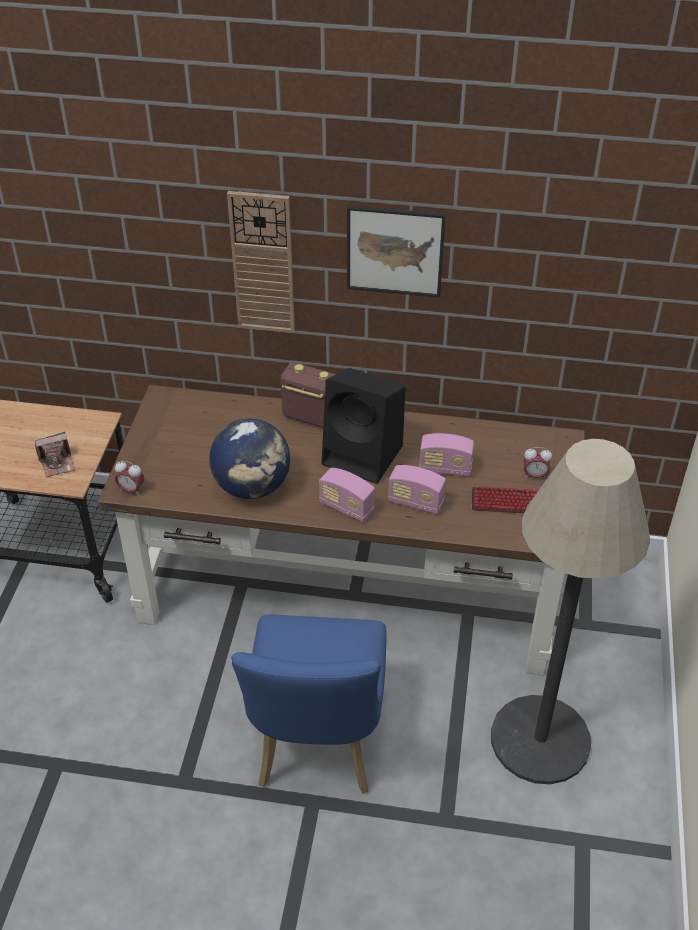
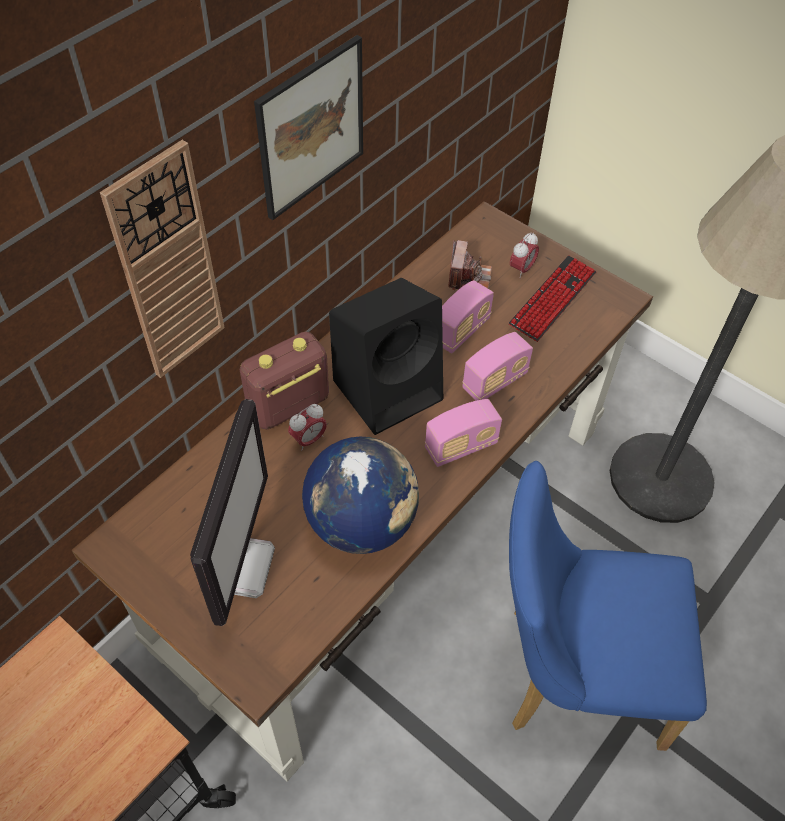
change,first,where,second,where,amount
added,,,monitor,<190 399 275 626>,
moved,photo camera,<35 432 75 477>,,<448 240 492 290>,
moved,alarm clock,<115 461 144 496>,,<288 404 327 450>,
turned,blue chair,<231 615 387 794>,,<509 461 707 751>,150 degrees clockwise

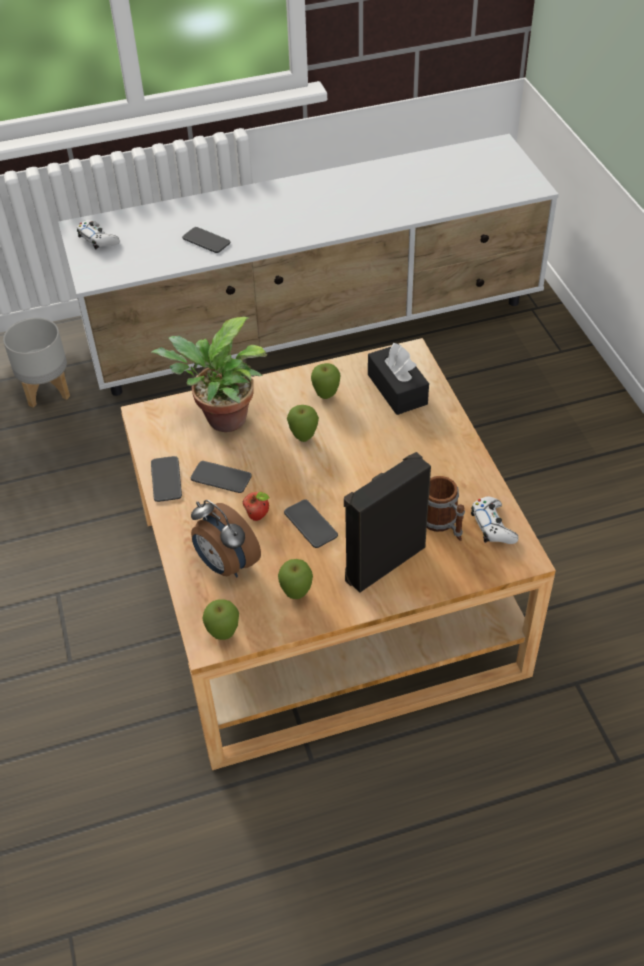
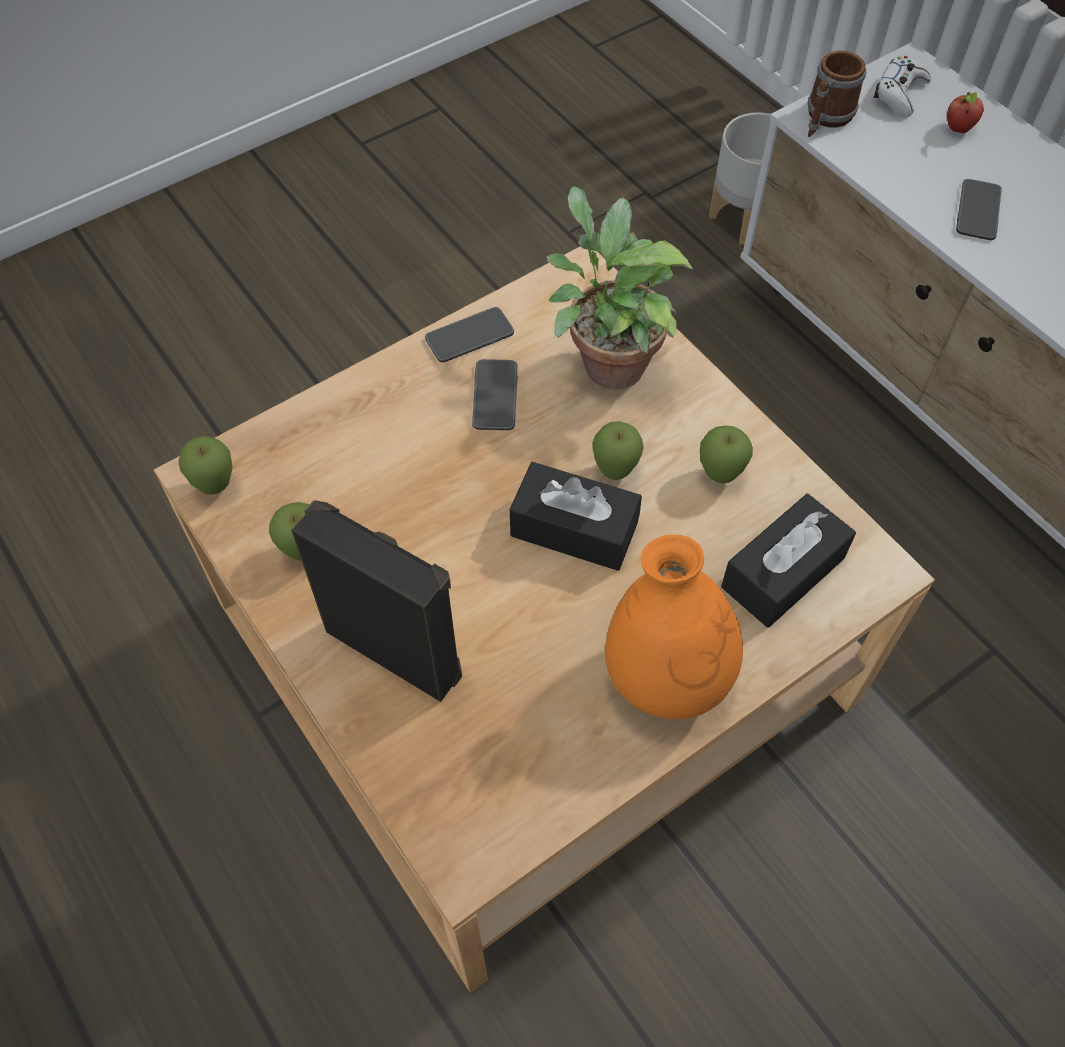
change,first,where,second,where,amount
removed,alarm clock,<191 500 261 577>,,,
removed,phone,<284 499 338 548>,,,
removed,white game controller,<471 497 519 544>,,,
added,,,black tissue box,<510 462 642 571>,
added,,,orange vase,<605 535 743 719>,
moved,apple,<243 492 270 521>,,<947 92 984 133>,
moved,mug,<427 476 465 541>,,<807 51 866 137>,

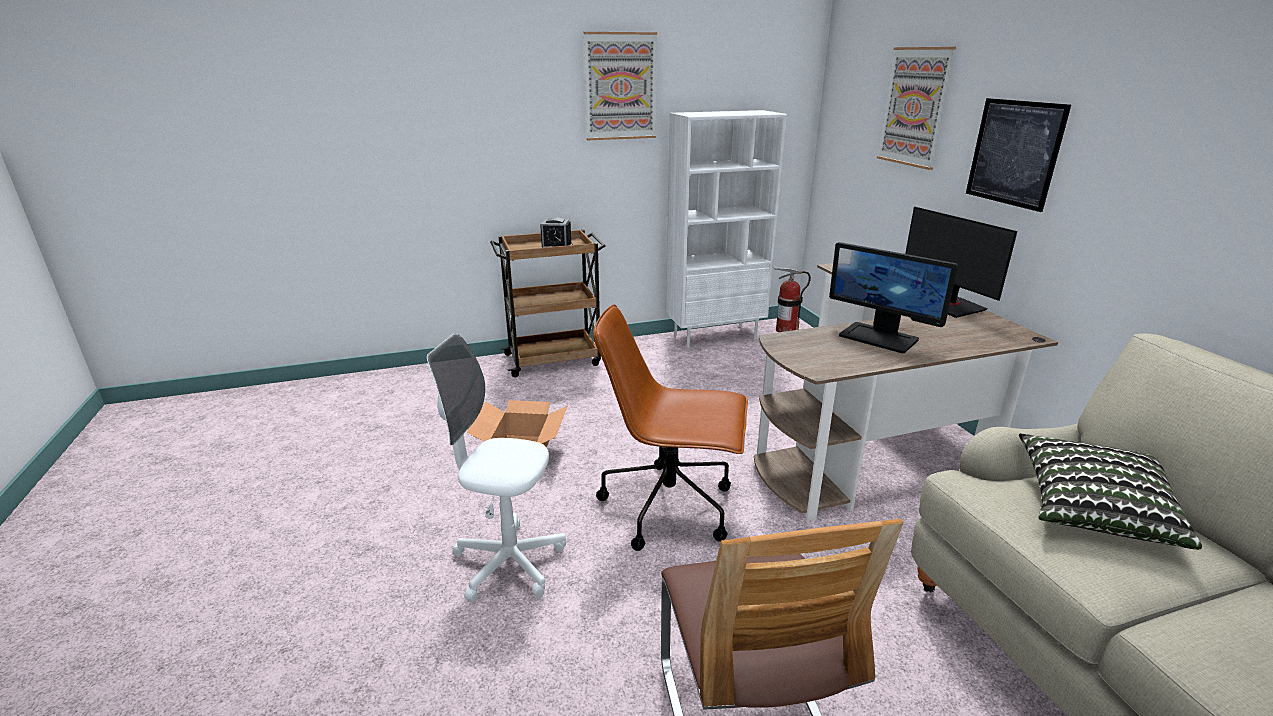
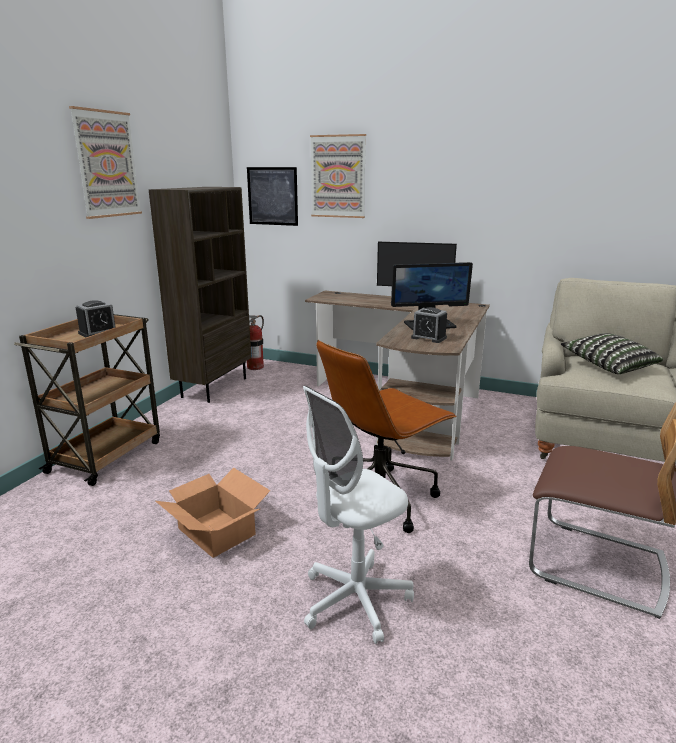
change,first,where,second,where,amount
added,,,alarm clock,<411 307 447 343>,
moved,picture,<966 98 1071 212>,,<247 167 298 226>,
recoloured,white bookcase,<666 110 787 349>,brown bookcase,<149 187 251 403>,

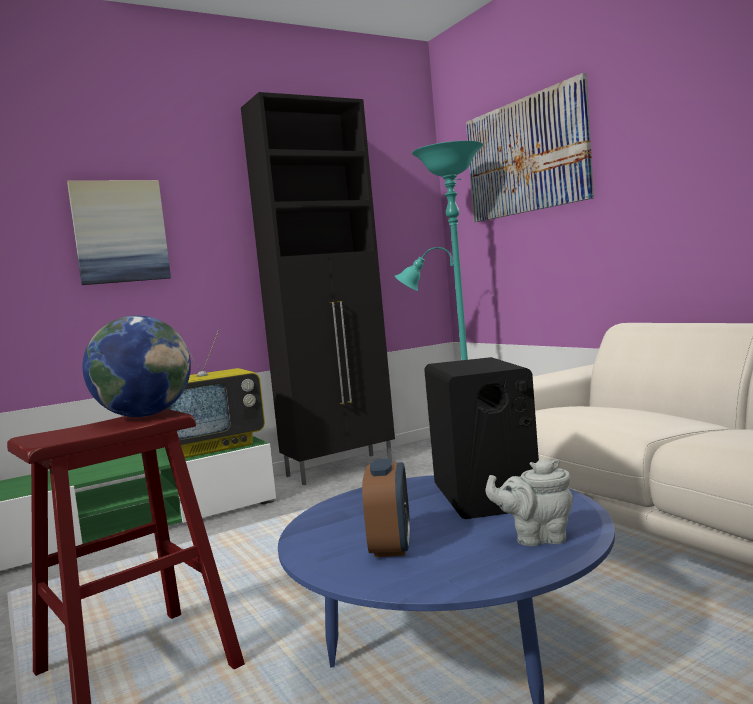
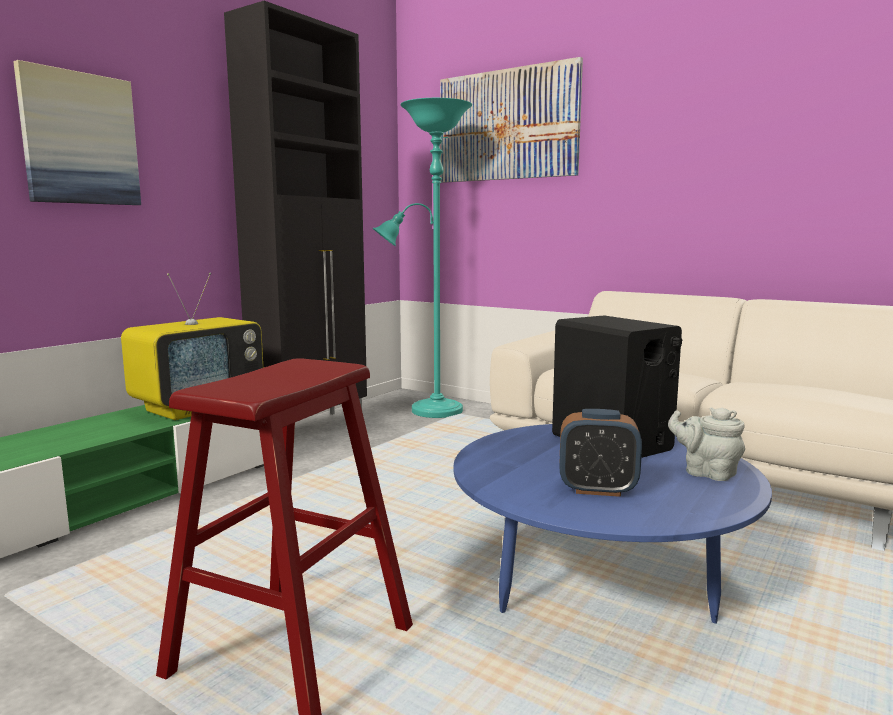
change,first,where,second,where,amount
removed,globe,<83 315 191 417>,,,
turned,alarm clock,<362 459 410 557>,,<560 409 642 497>,120 degrees clockwise
turned,grey teapot,<486 459 573 546>,,<668 407 745 481>,60 degrees clockwise

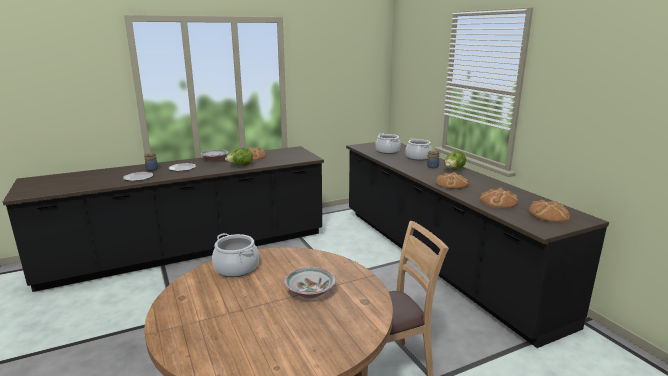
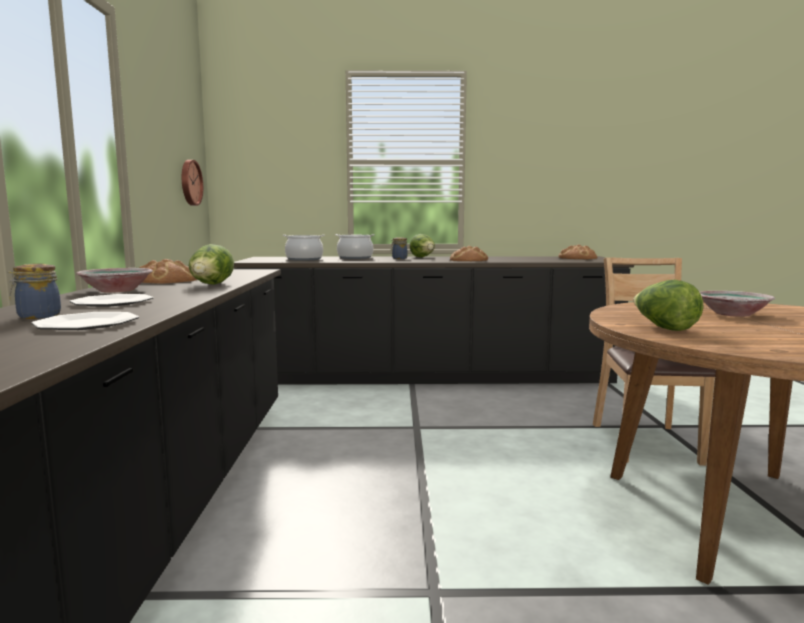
change,first,where,second,where,amount
removed,bread,<479 188 518 208>,,,
added,,,wall clock,<182 160 203 206>,
replaced,cooking pot,<212 233 259 277>,lettuce,<633 280 703 331>,

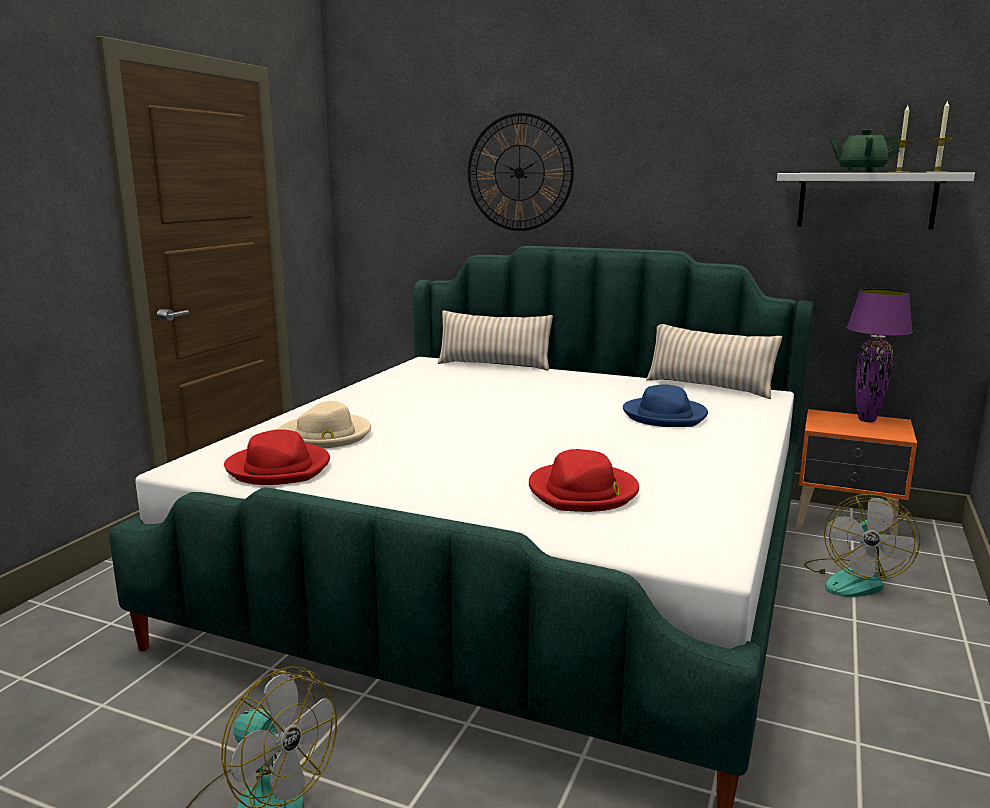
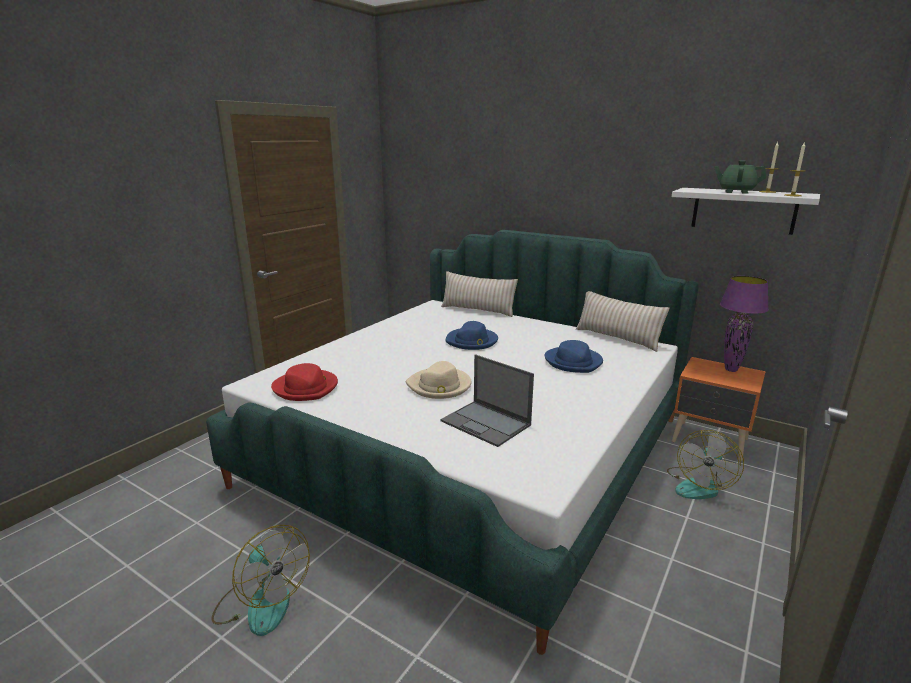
change,first,where,second,where,amount
removed,wall clock,<468 113 574 231>,,,
added,,,blue hat,<446 321 498 350>,
moved,beige hat,<276 401 371 448>,,<406 361 472 399>,
replaced,red hat,<529 449 639 512>,laptop,<441 354 534 447>,

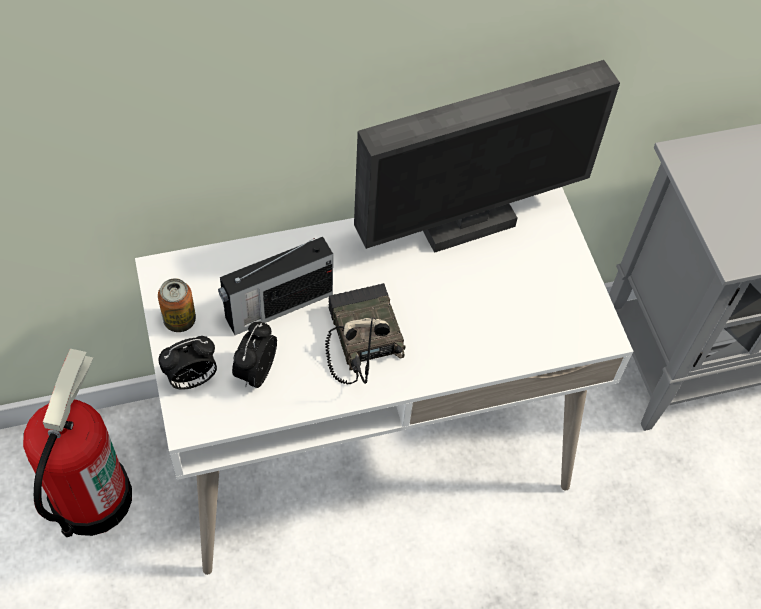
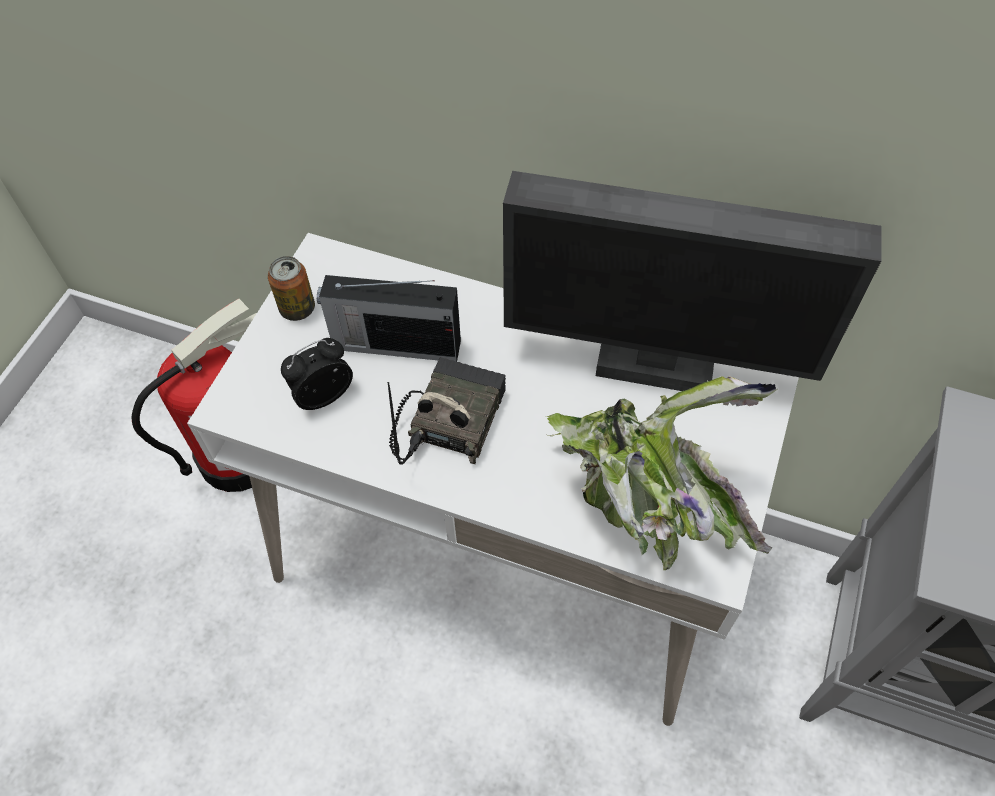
change,first,where,second,where,amount
removed,alarm clock,<159 336 217 390>,,,
added,,,potted plant,<546 376 778 571>,

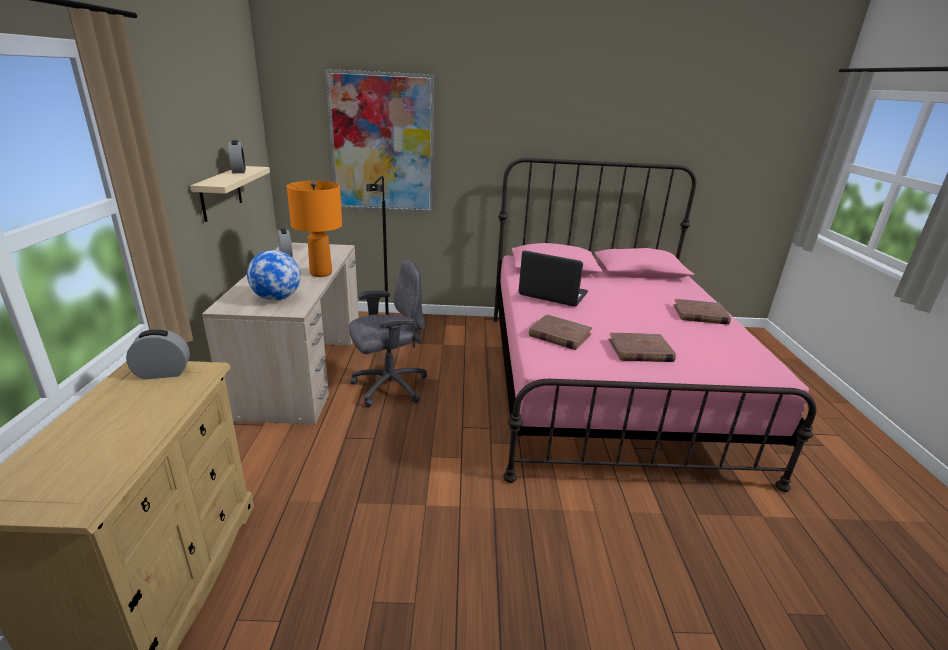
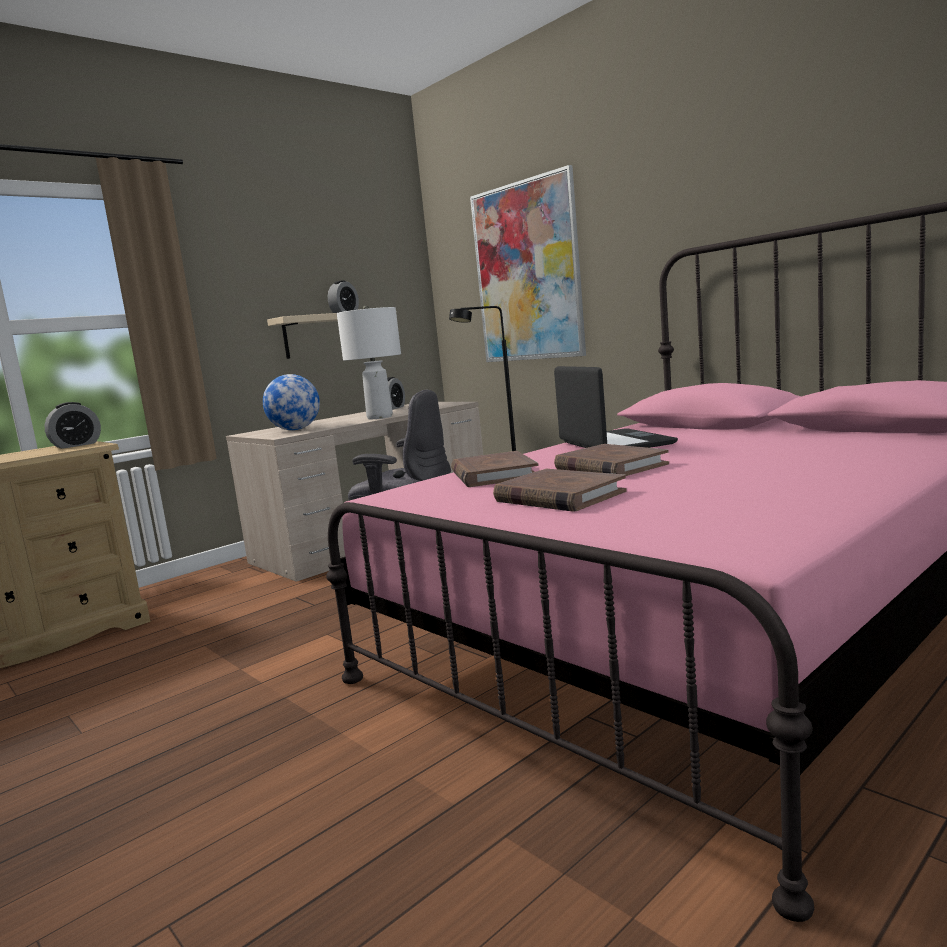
change,first,where,second,where,amount
moved,brown book,<673 299 731 325>,,<554 444 669 476>,
recoloured,orange table lamp,<287 181 342 277>,white table lamp,<337 306 401 419>,
turned,alarm clock,<126 329 190 380>,,<44 402 101 449>,105 degrees clockwise

